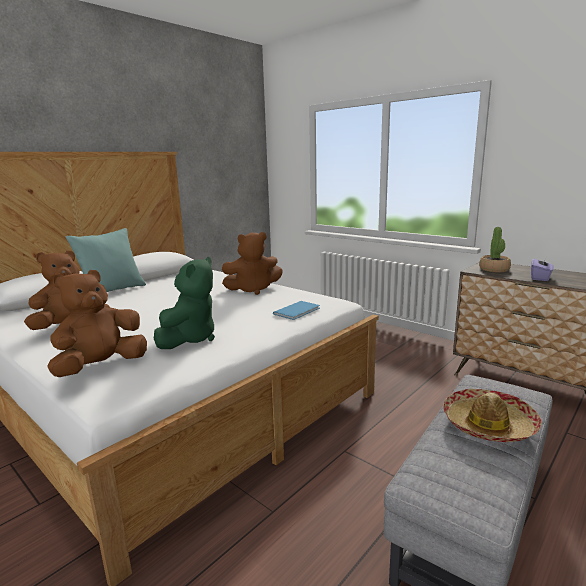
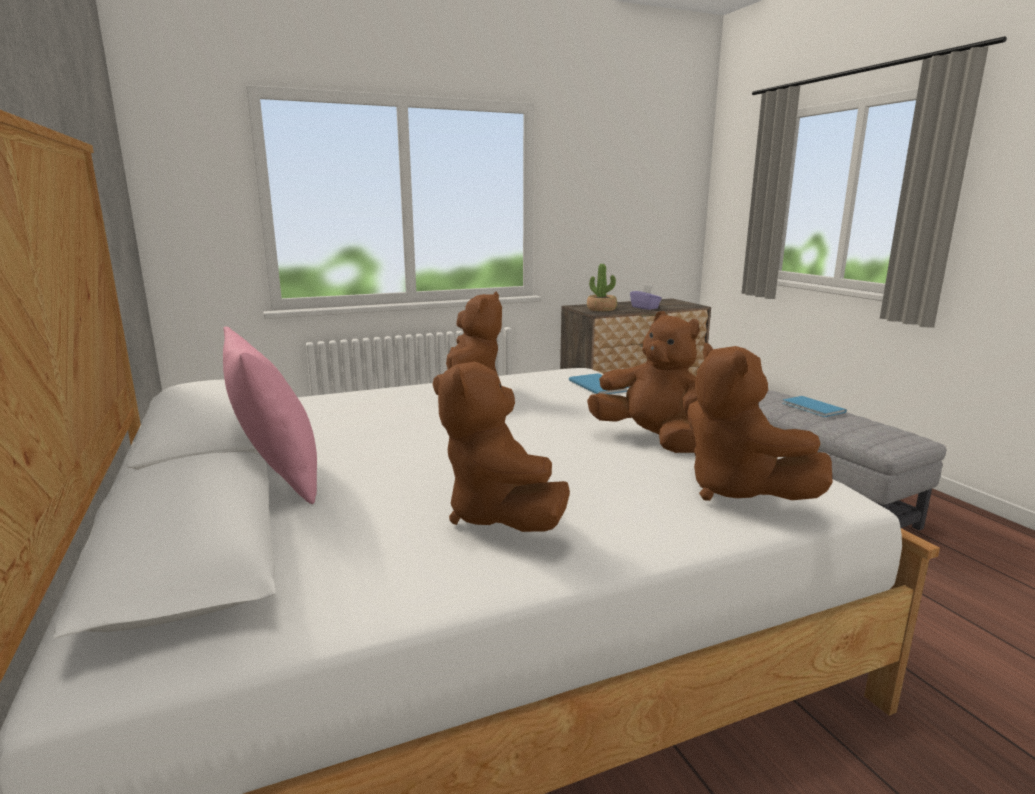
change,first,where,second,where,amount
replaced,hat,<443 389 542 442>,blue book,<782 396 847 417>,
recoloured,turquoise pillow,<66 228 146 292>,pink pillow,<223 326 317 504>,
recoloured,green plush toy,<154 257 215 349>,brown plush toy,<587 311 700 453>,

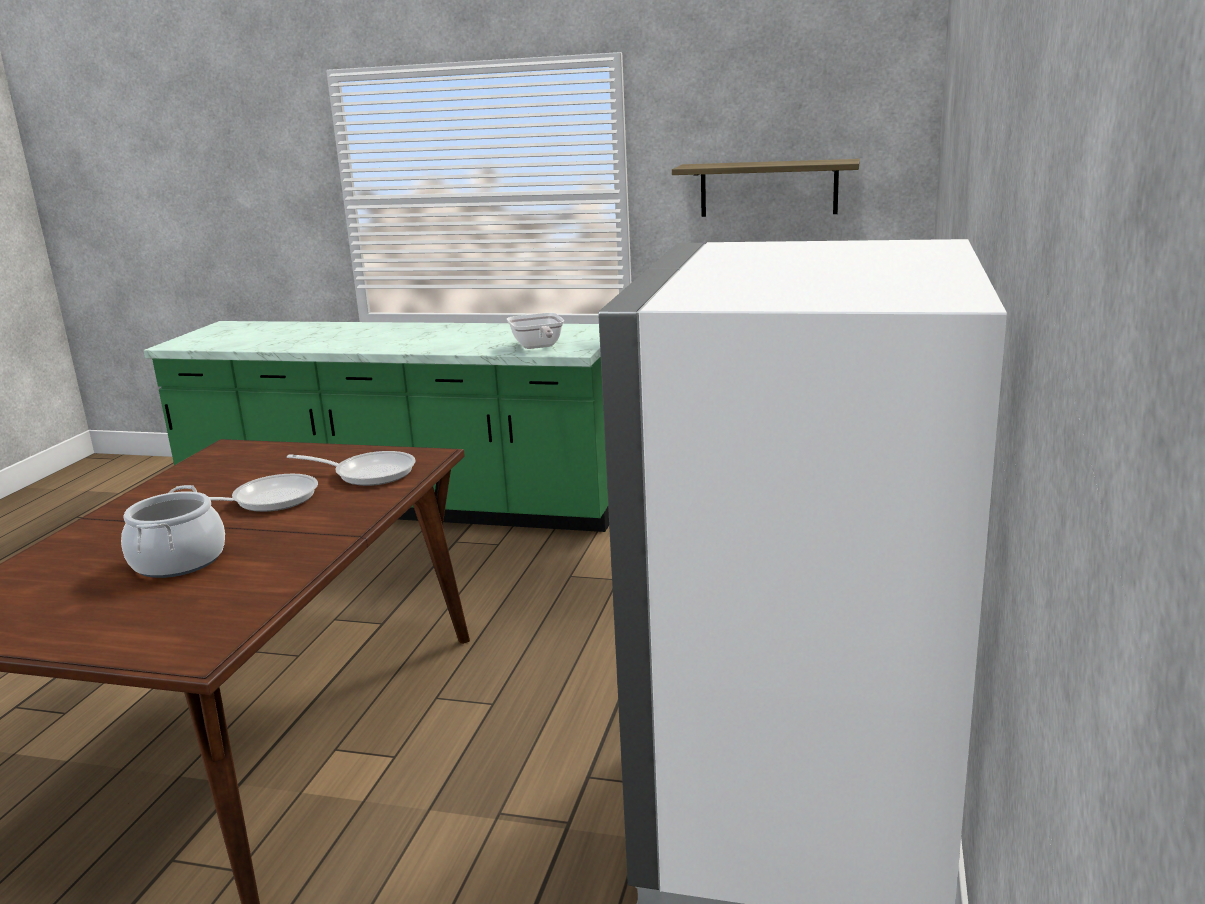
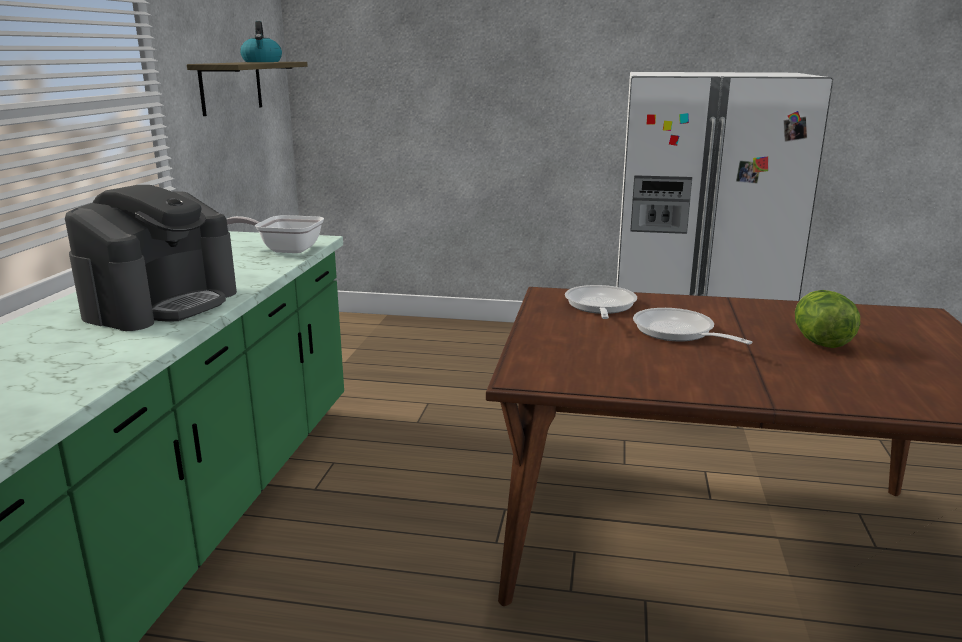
change,first,where,second,where,amount
added,,,coffee machine,<65 185 237 331>,
added,,,kettle,<240 21 282 62>,
replaced,cooking pot,<121 485 225 578>,lettuce,<795 290 860 348>,
turned,frying pan,<507 313 564 349>,,<227 215 324 253>,150 degrees counterclockwise

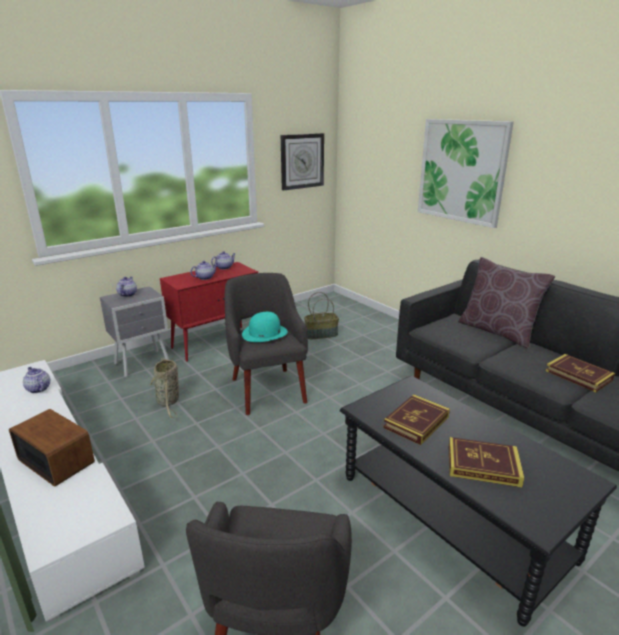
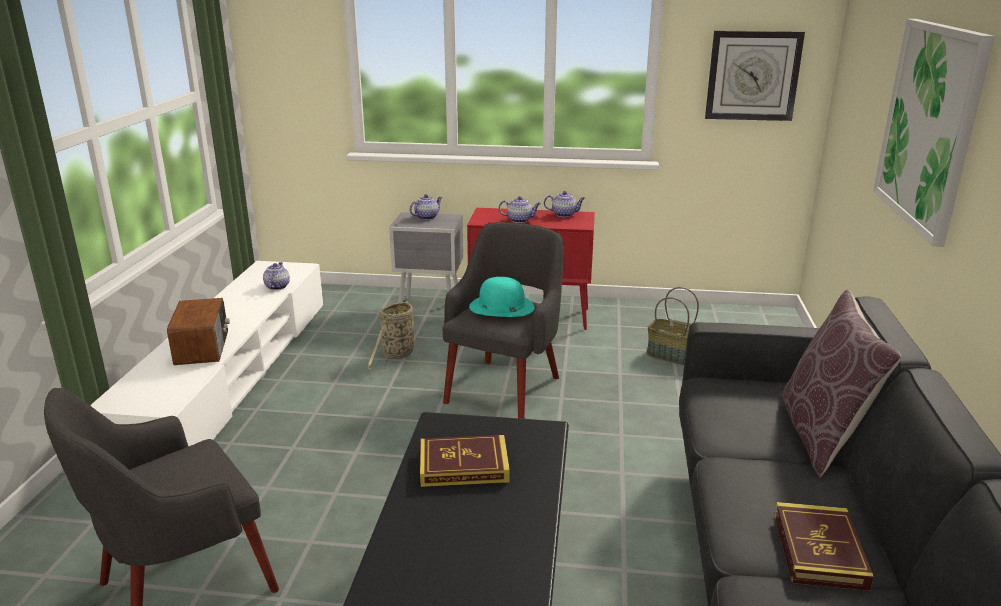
change,first,where,second,where,amount
removed,book,<448 437 524 487>,,,

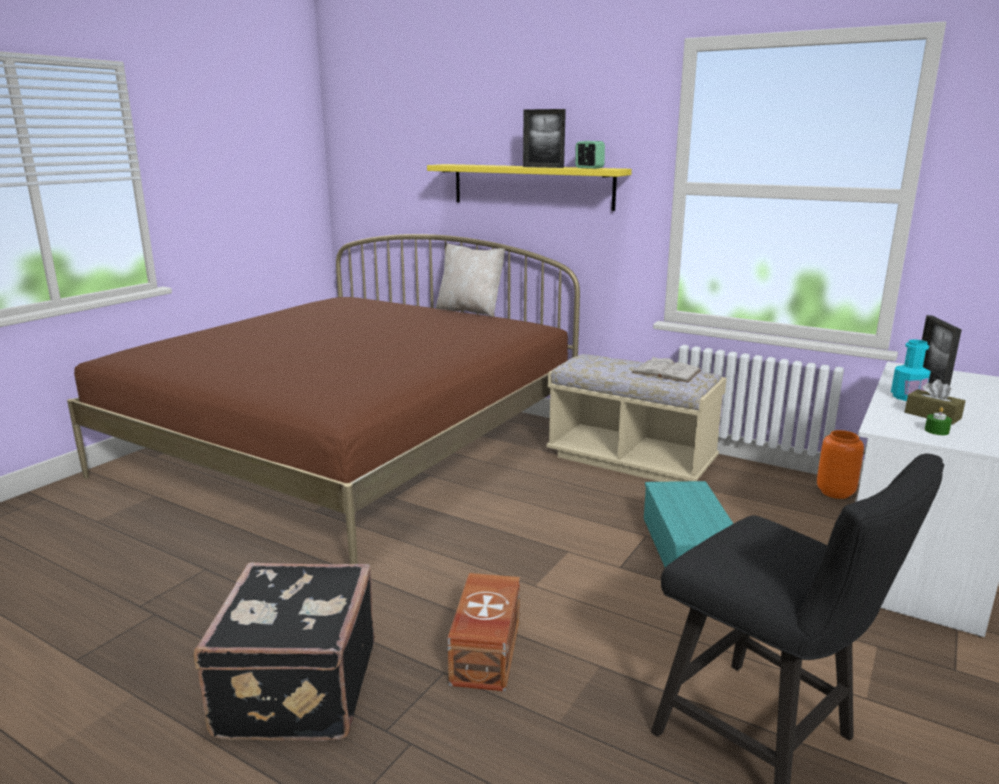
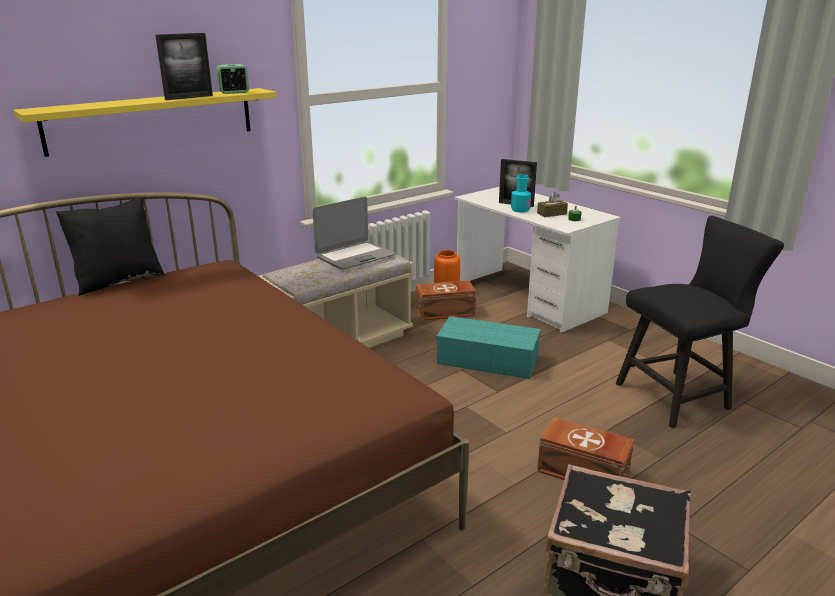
change,first,where,second,where,amount
added,,,brown storage box,<416 280 476 321>,
replaced,white book,<631 357 701 382>,laptop,<313 197 395 269>,
recoloured,beige pillow,<436 243 505 317>,black pillow,<56 197 165 296>,

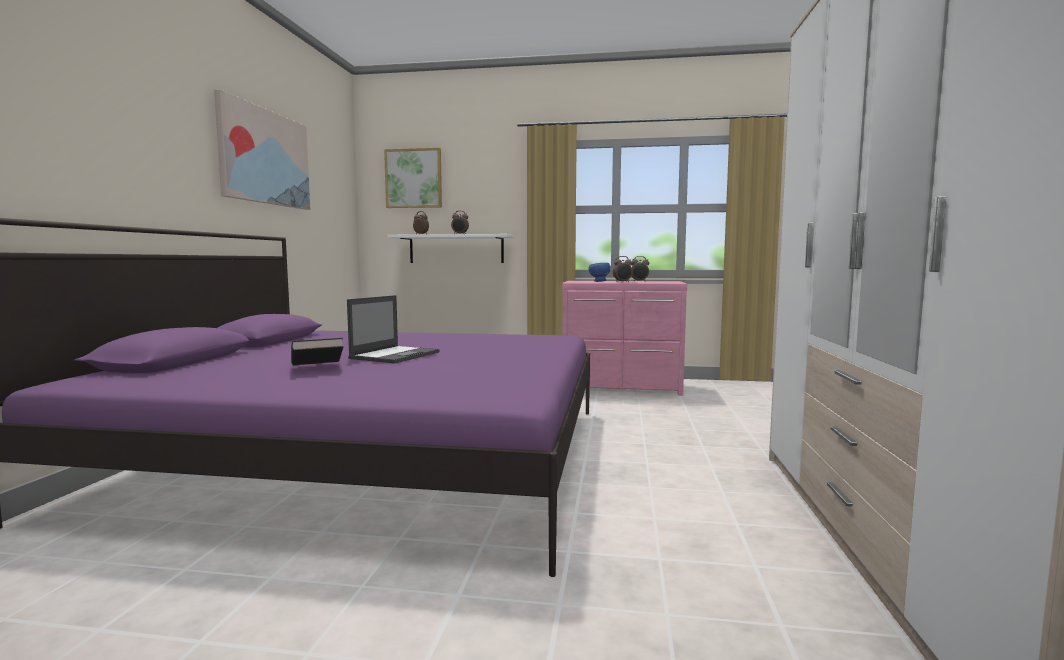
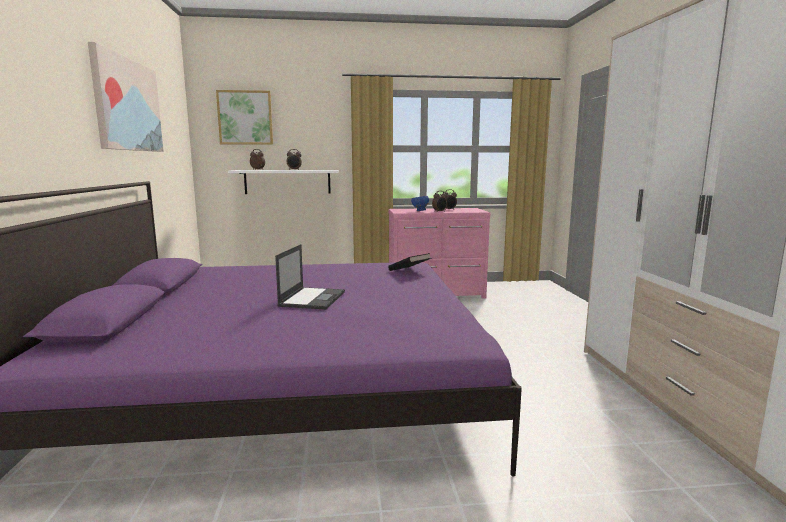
change,first,where,second,where,amount
moved,black book,<291 338 344 365>,,<388 253 432 271>,

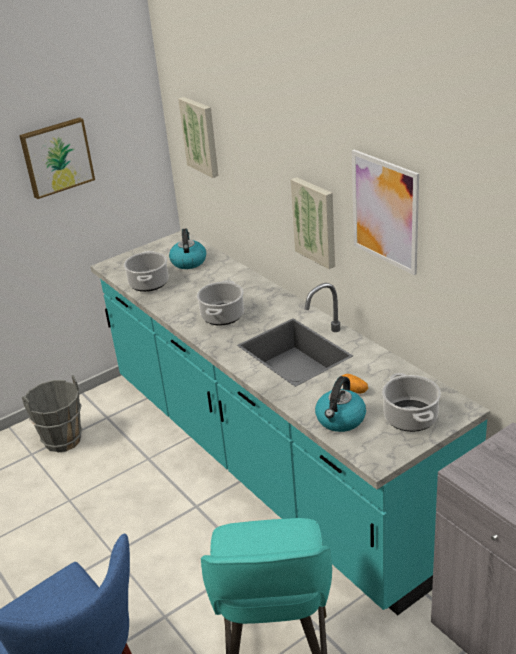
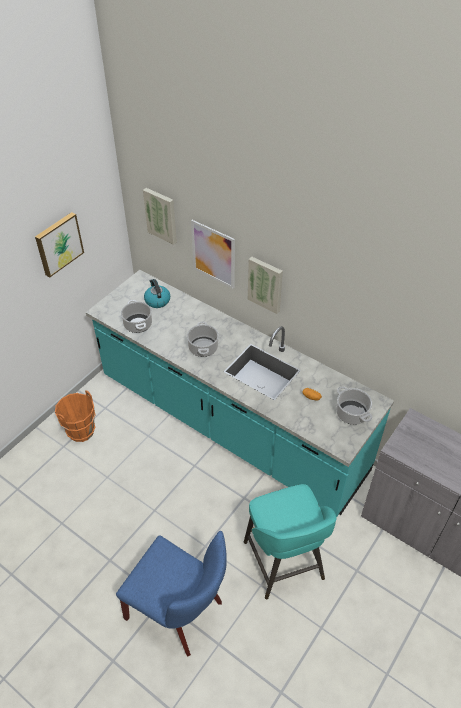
change,first,where,second,where,amount
removed,kettle,<315 376 366 432>,,,
moved,picture,<352 150 419 275>,,<191 220 235 289>,
recoloured,grey bucket,<22 375 83 453>,orange bucket,<55 390 95 442>,

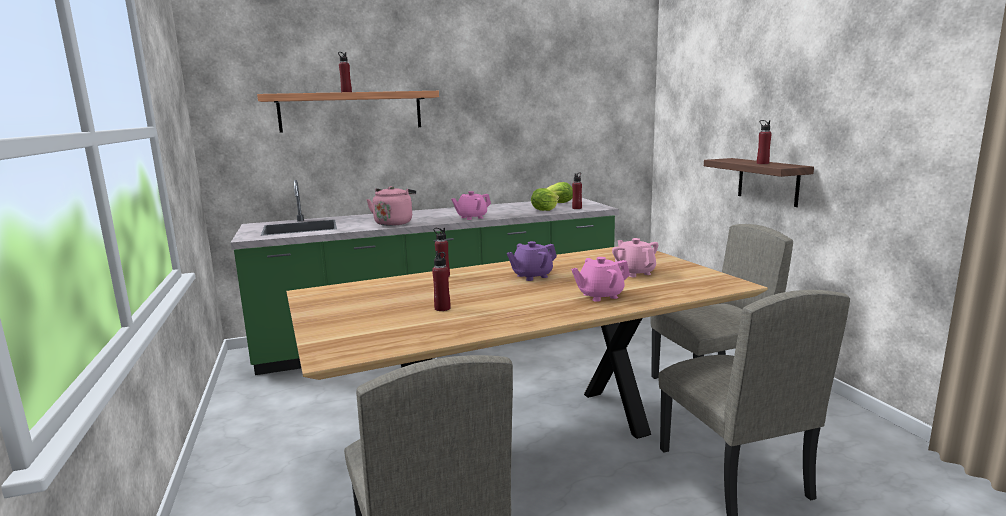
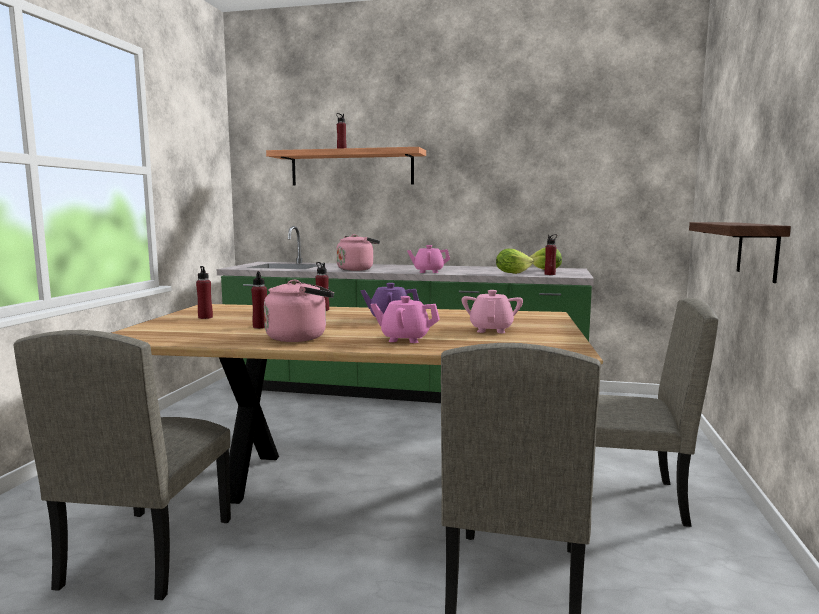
change,first,where,second,where,amount
added,,,pink kettle,<264 280 334 342>,
moved,red bottle,<757 120 772 164>,,<196 266 213 319>,

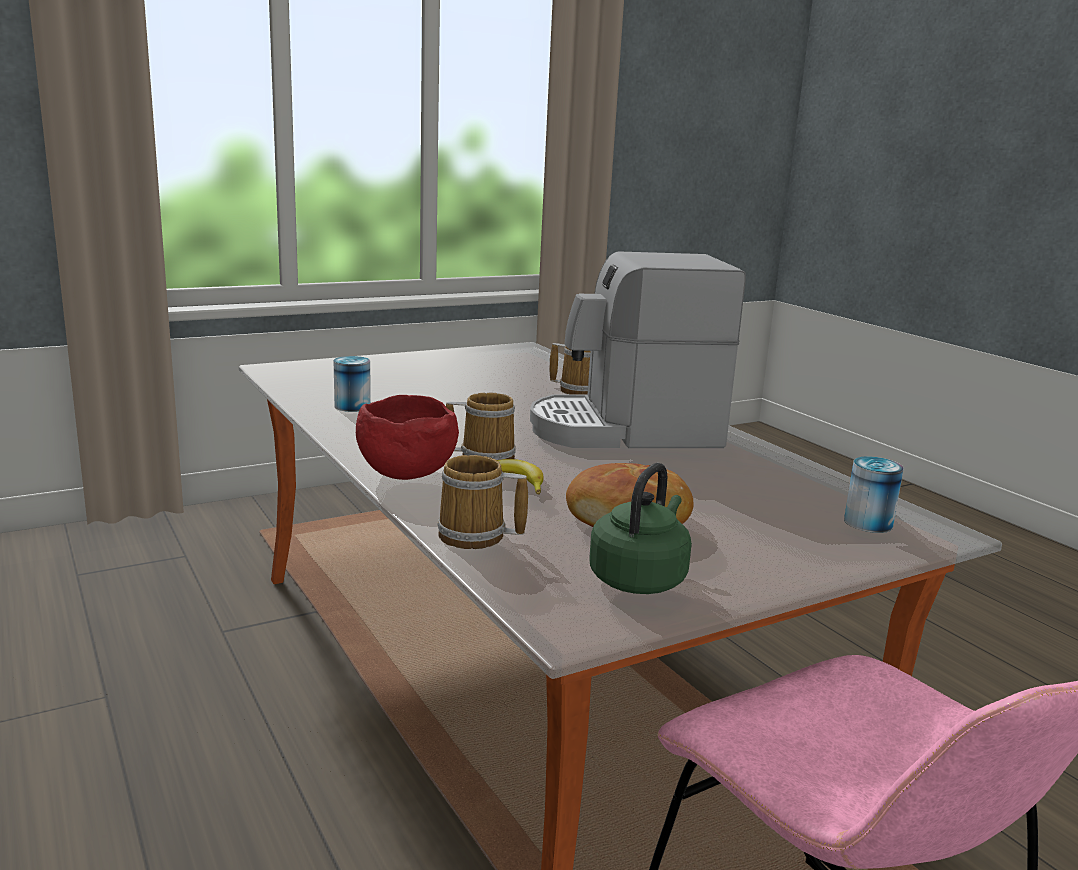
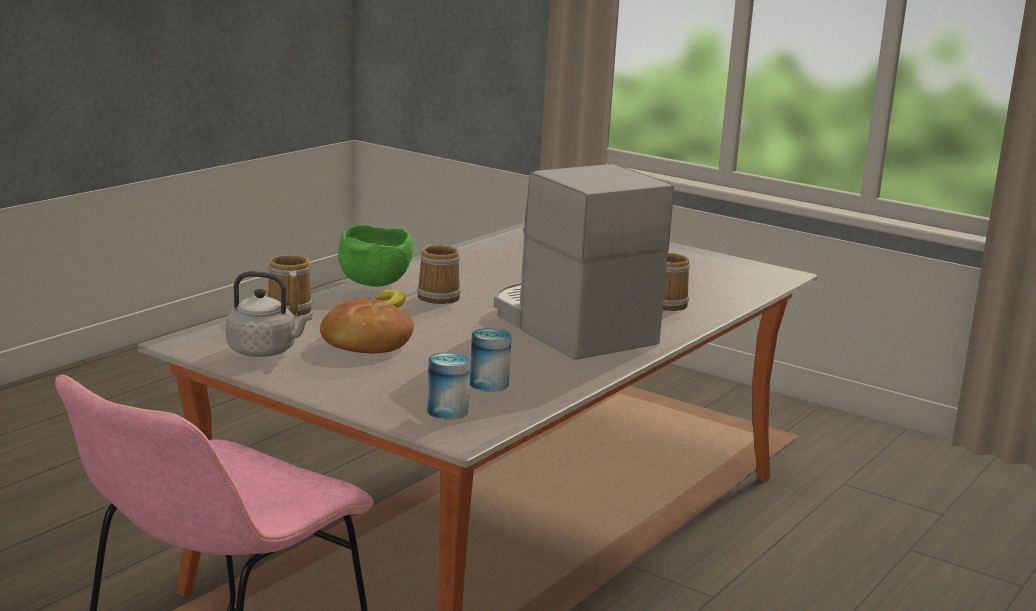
change,first,where,second,where,amount
moved,can,<334 356 371 412>,,<470 328 512 392>,
recoloured,red bowl,<356 395 459 480>,green bowl,<338 224 413 287>,
recoloured,green kettle,<589 463 692 594>,grey kettle,<226 271 312 357>,

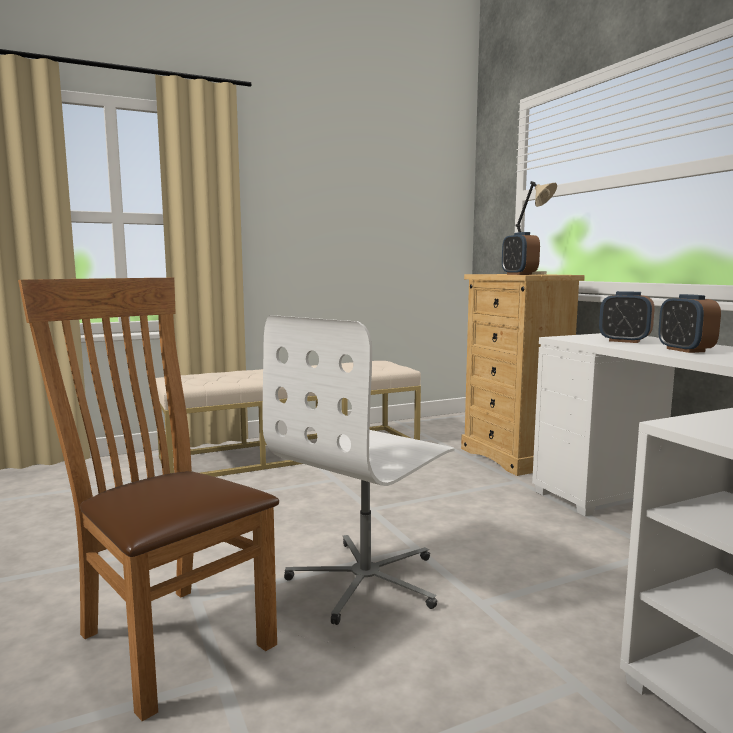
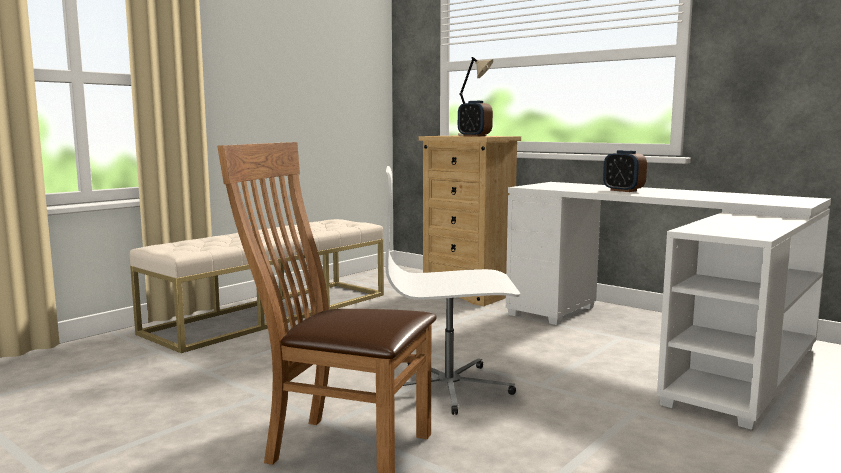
change,first,where,second,where,amount
removed,alarm clock,<599 291 655 343>,,,
turned,white office chair,<263 315 455 625>,,<385 166 520 415>,75 degrees clockwise

